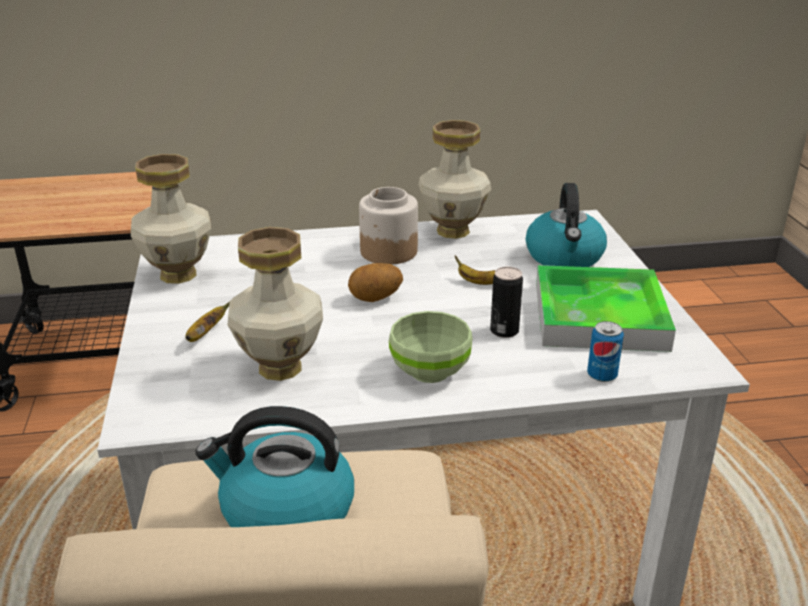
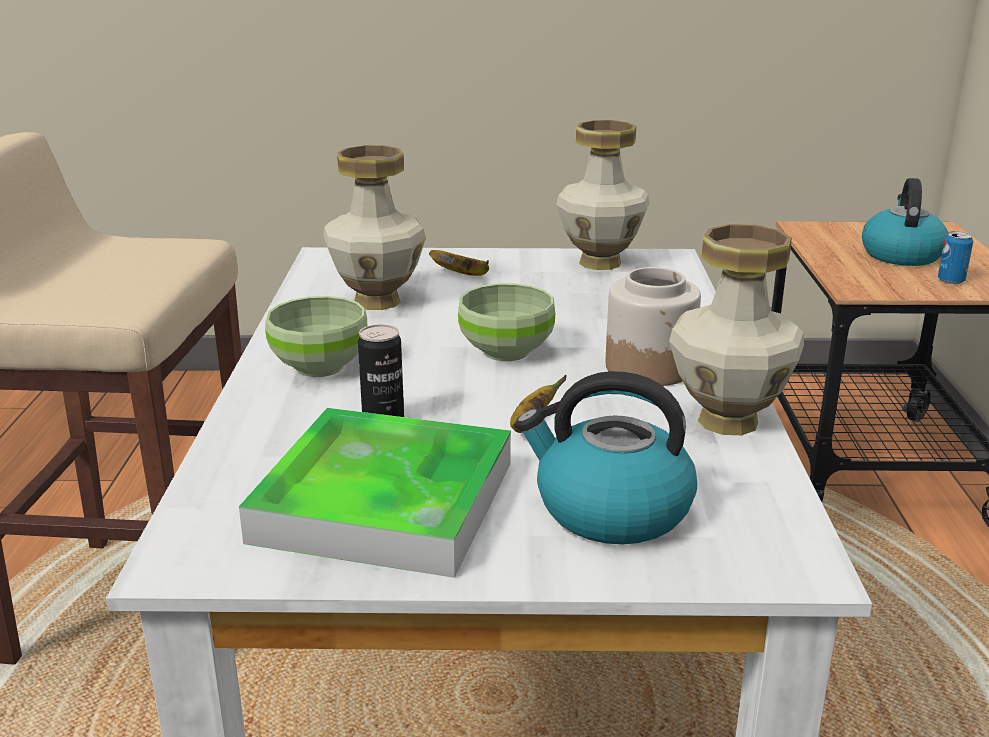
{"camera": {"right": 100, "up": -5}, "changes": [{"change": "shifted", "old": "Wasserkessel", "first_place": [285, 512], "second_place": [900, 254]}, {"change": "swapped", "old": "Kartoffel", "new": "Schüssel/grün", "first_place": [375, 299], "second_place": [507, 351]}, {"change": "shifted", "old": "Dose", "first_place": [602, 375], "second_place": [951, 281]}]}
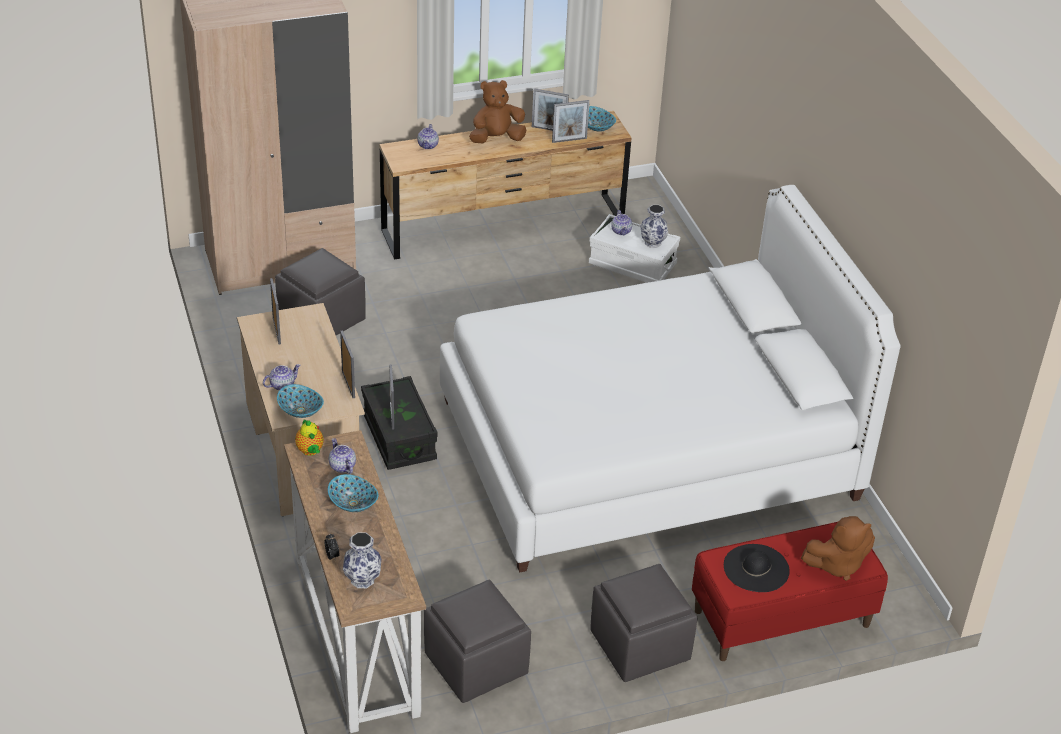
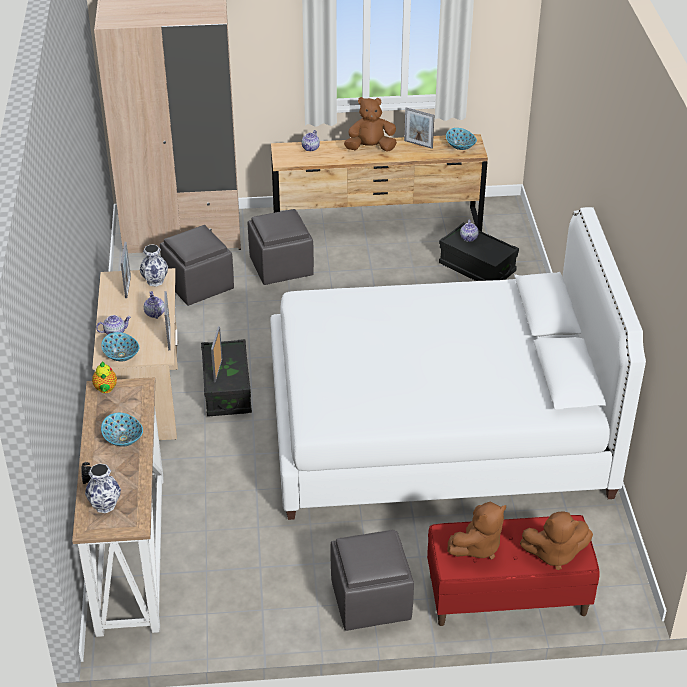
{"camera": {"right": 15, "up": 0}, "changes": [{"change": "shifted", "old": "Teekanne", "first_place": [342, 466], "second_place": [154, 313]}, {"change": "shifted", "old": "Polsterhocker/grau", "first_place": [476, 665], "second_place": [281, 267]}, {"change": "gone", "old": "Bilderrahmen", "first_place": [569, 140]}, {"change": "repainted", "old": "Aufbewahrungsbox/weiß", "new": "Aufbewahrungsbox/schwarz", "first_place": [632, 264], "second_place": [477, 268]}, {"change": "shifted", "old": "Vase", "first_place": [652, 243], "second_place": [154, 281]}, {"change": "swapped", "old": "Hut/schwarz", "new": "Plüschtier/braun", "first_place": [756, 568], "second_place": [478, 546]}]}
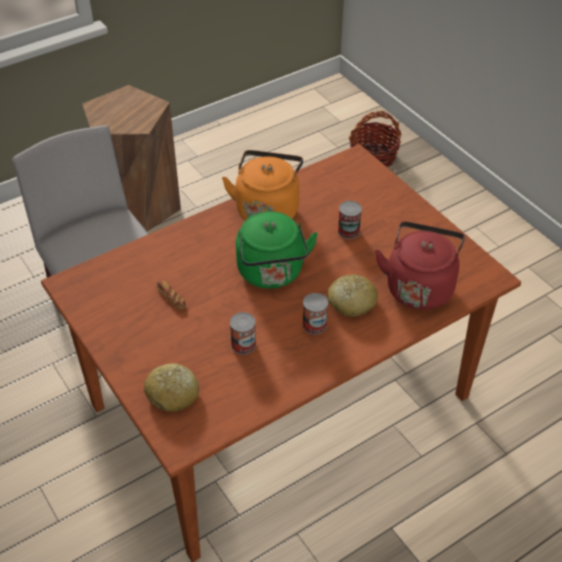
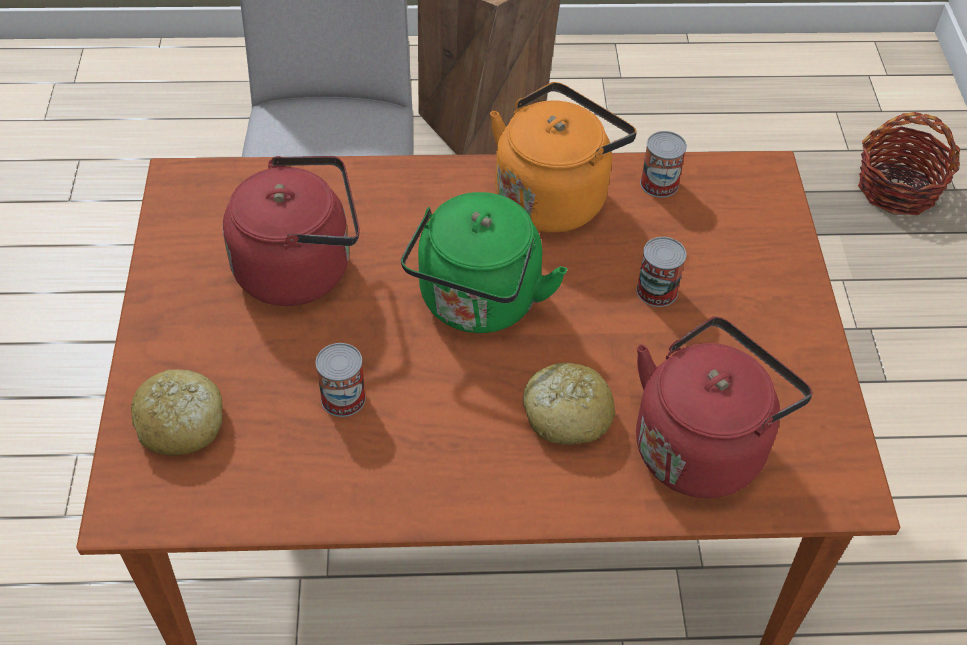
{"camera": {"right": 30, "up": 5}, "changes": [{"change": "swapped", "old": "Brot", "new": "Wasserkessel/rot", "first_place": [171, 296], "second_place": [301, 268]}, {"change": "shifted", "old": "Dose", "first_place": [314, 325], "second_place": [659, 184]}]}
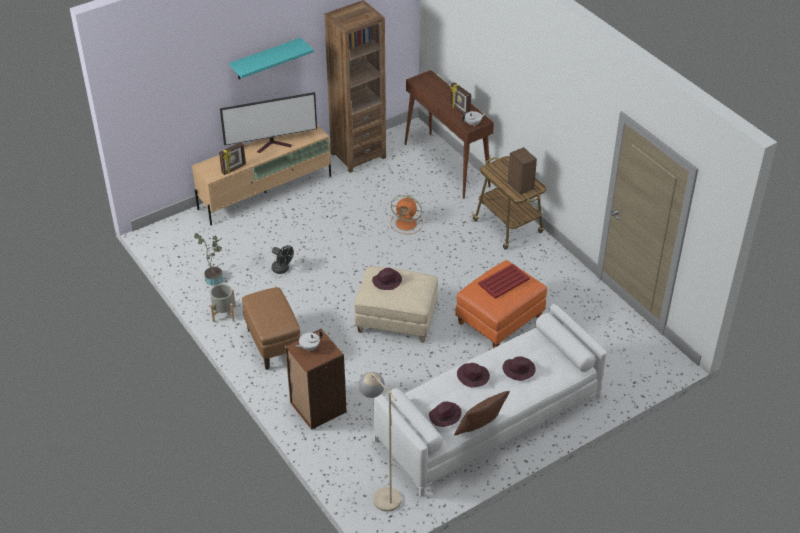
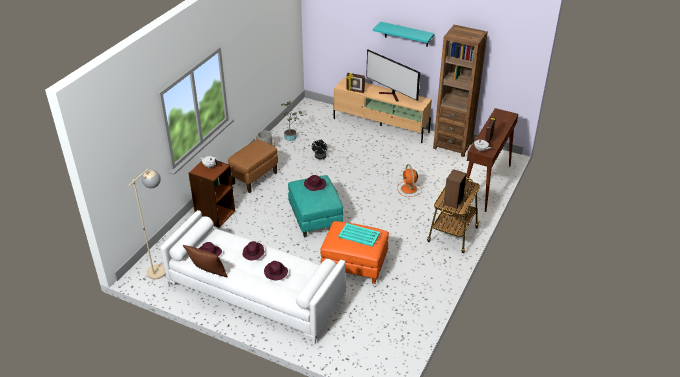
{"camera": {"right": 60, "up": -5}, "changes": [{"change": "repainted", "old": "Polsterhocker/beige", "new": "Polsterhocker/türkis", "first_place": [395, 320], "second_place": [315, 217]}, {"change": "repainted", "old": "Tablett/rot", "new": "Tablett/türkis", "first_place": [503, 282], "second_place": [359, 235]}]}
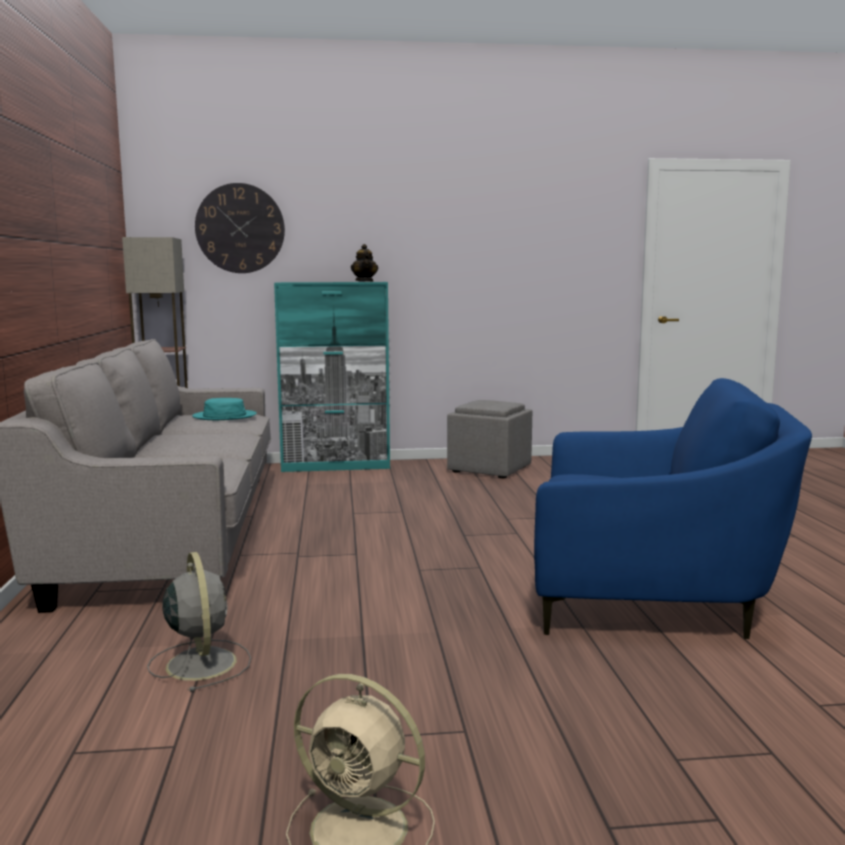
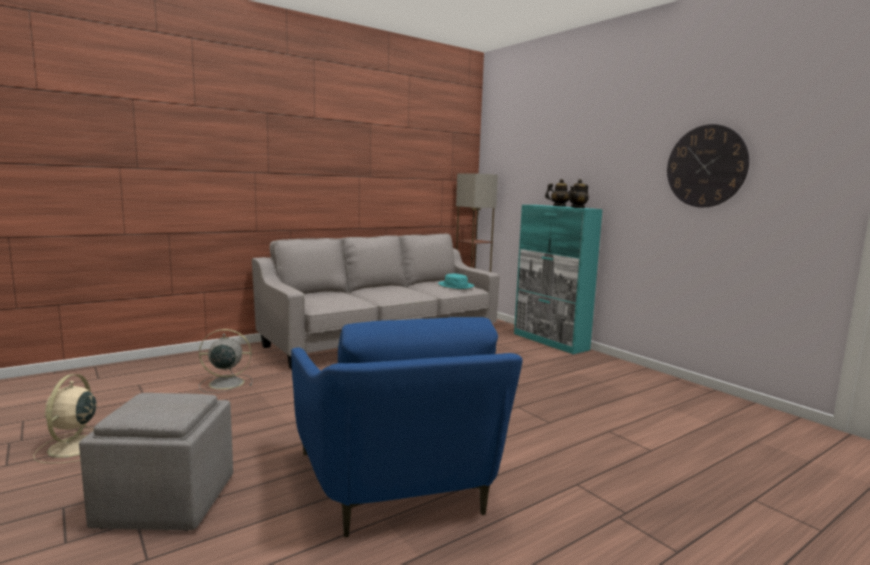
{"camera": {"right": 60, "up": 0}, "changes": [{"change": "rotated", "old": "Ventilator/grau", "first_place": [200, 662], "second_place": [224, 383], "degrees": -135}, {"change": "shifted", "old": "Wanduhr", "first_place": [240, 228], "second_place": [706, 166]}, {"change": "shifted", "old": "Polsterhocker/grau", "first_place": [488, 469], "second_place": [166, 501]}, {"change": "new", "new": "Teekanne", "second_place": [559, 206]}]}
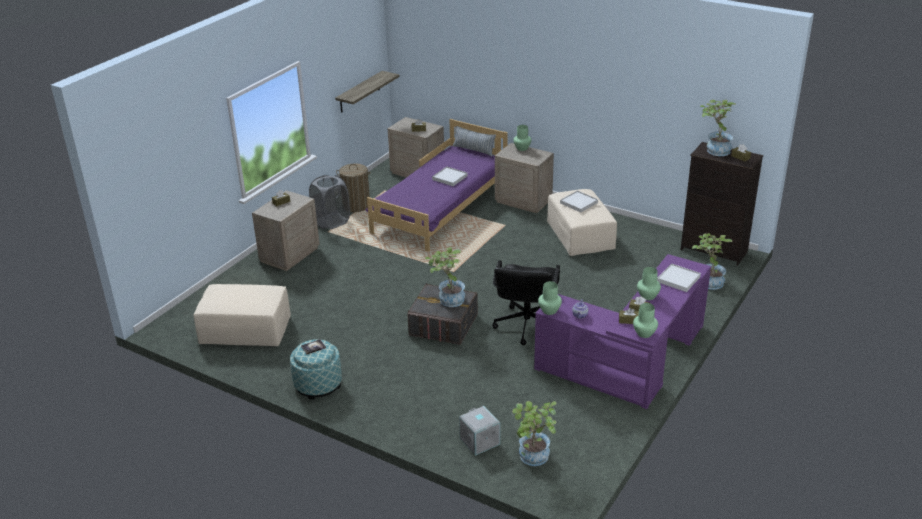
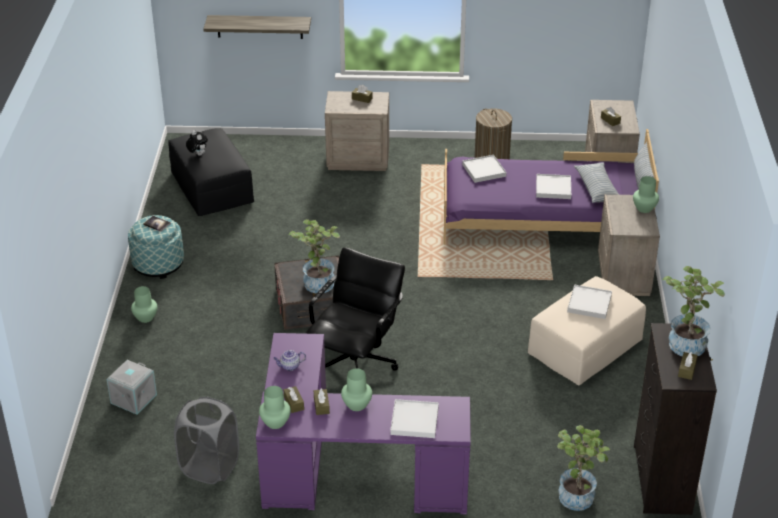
{"camera": {"right": 60, "up": 5}, "changes": [{"change": "repainted", "old": "Polsterhocker/beige", "new": "Polsterhocker/schwarz", "first_place": [245, 330], "second_place": [212, 188]}, {"change": "shifted", "old": "Wäschekorb/grau", "first_place": [331, 222], "second_place": [209, 467]}, {"change": "shifted", "old": "Wandregal", "first_place": [359, 92], "second_place": [259, 26]}, {"change": "rotated", "old": "Bürostuhl/schwarz", "first_place": [526, 325], "second_place": [355, 365], "degrees": 135}, {"change": "gone", "old": "Topfpflanze", "first_place": [533, 459]}, {"change": "shifted", "old": "Vase/grün", "first_place": [549, 310], "second_place": [146, 318]}, {"change": "new", "new": "Plüschtier", "second_place": [197, 154]}, {"change": "new", "new": "Tablett/weiß", "second_place": [484, 170]}, {"change": "new", "new": "Kissen", "second_place": [597, 189]}]}
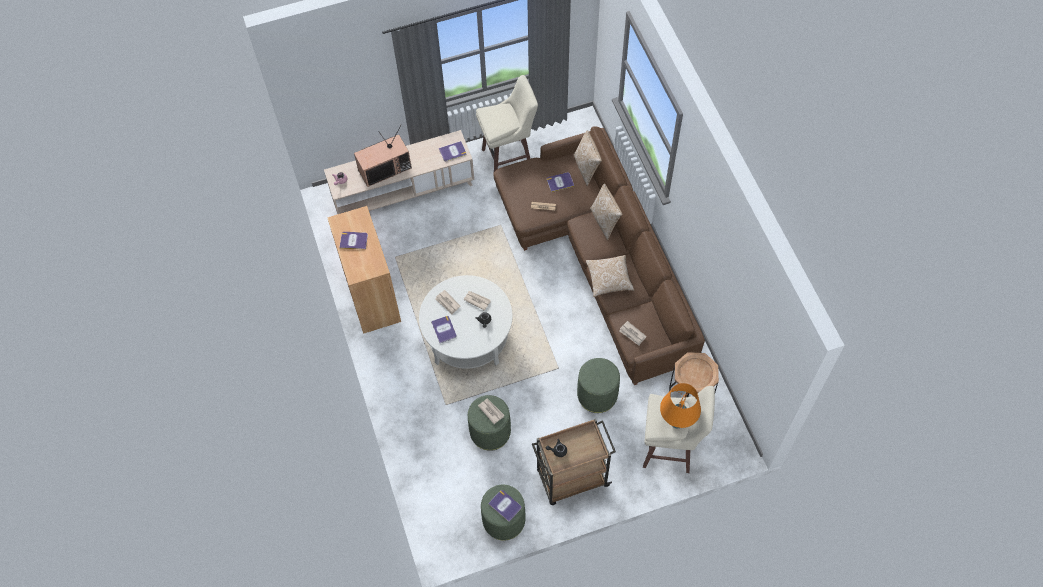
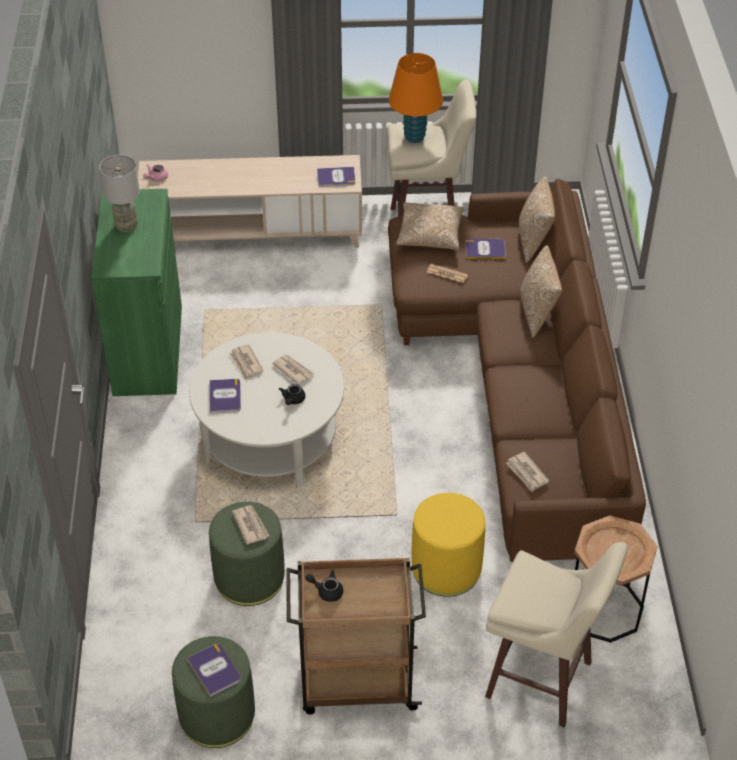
{"camera": {"right": 15, "up": -15}, "changes": [{"change": "repainted", "old": "Schrank/braun", "new": "Schrank/grün", "first_place": [371, 295], "second_place": [148, 350]}, {"change": "swapped", "old": "Buch", "new": "Tischlampe/grau", "first_place": [353, 241], "second_place": [126, 225]}, {"change": "gone", "old": "Fernseher", "first_place": [385, 168]}, {"change": "repainted", "old": "Polsterhocker/grün", "new": "Polsterhocker/gelb", "first_place": [597, 395], "second_place": [446, 569]}, {"change": "shifted", "old": "Kissen", "first_place": [609, 279], "second_place": [430, 235]}, {"change": "shifted", "old": "Tischlampe/orange", "first_place": [677, 422], "second_place": [414, 137]}]}
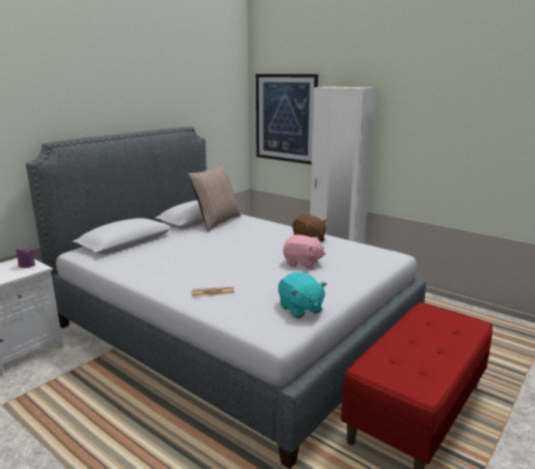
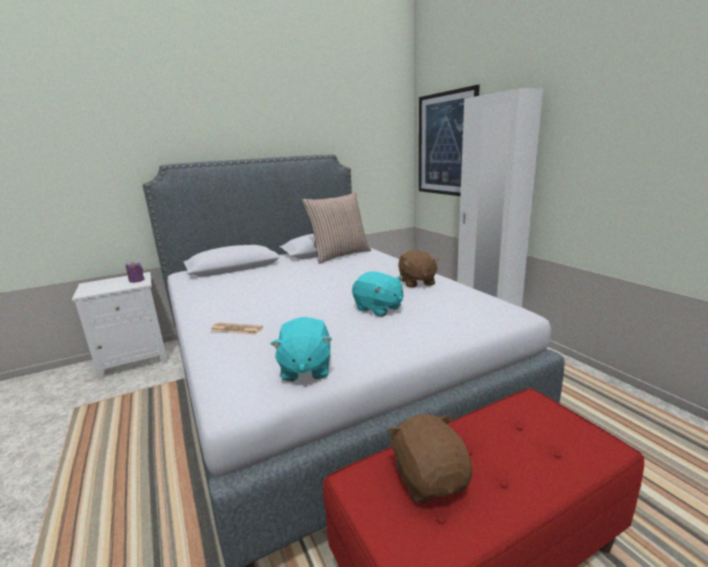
{"camera": {"right": 25, "up": 0}, "changes": [{"change": "repainted", "old": "Plüschtier/rosa", "new": "Plüschtier/türkis", "first_place": [302, 263], "second_place": [378, 308]}, {"change": "new", "new": "Plüschtier/braun", "second_place": [429, 478]}]}
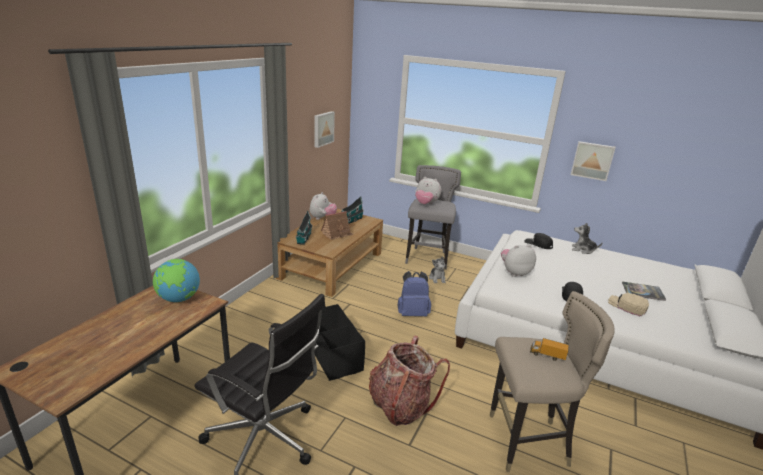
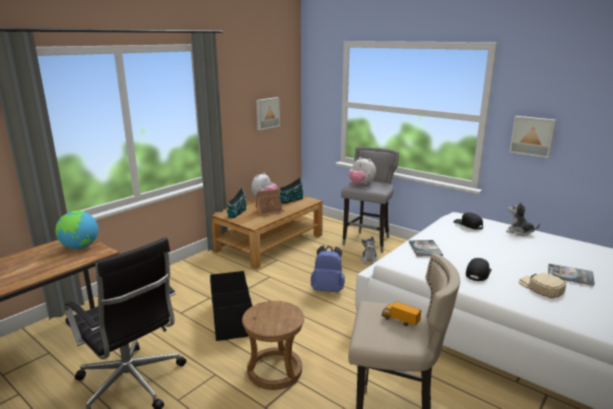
{"camera": {"right": 15, "up": -5}, "changes": [{"change": "swapped", "old": "Rucksack", "new": "Hocker/braun", "first_place": [401, 405], "second_place": [275, 370]}, {"change": "swapped", "old": "Plüschtier", "new": "Buch", "first_place": [514, 272], "second_place": [425, 248]}]}
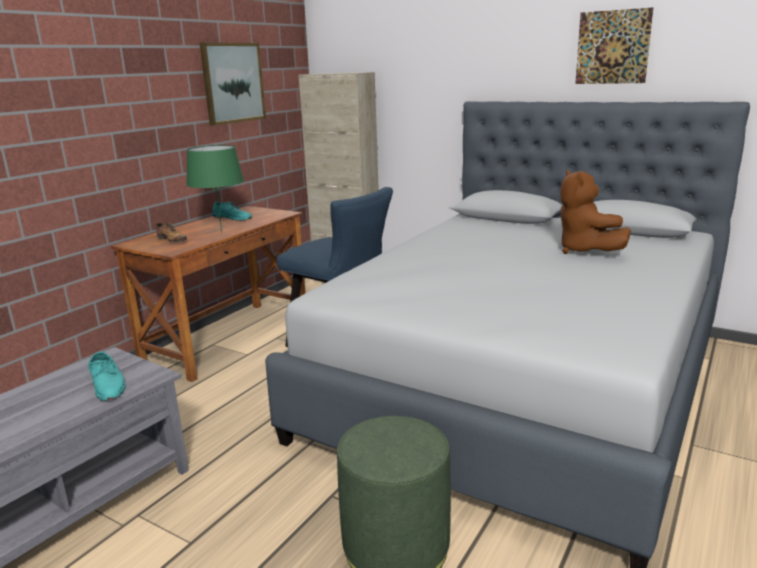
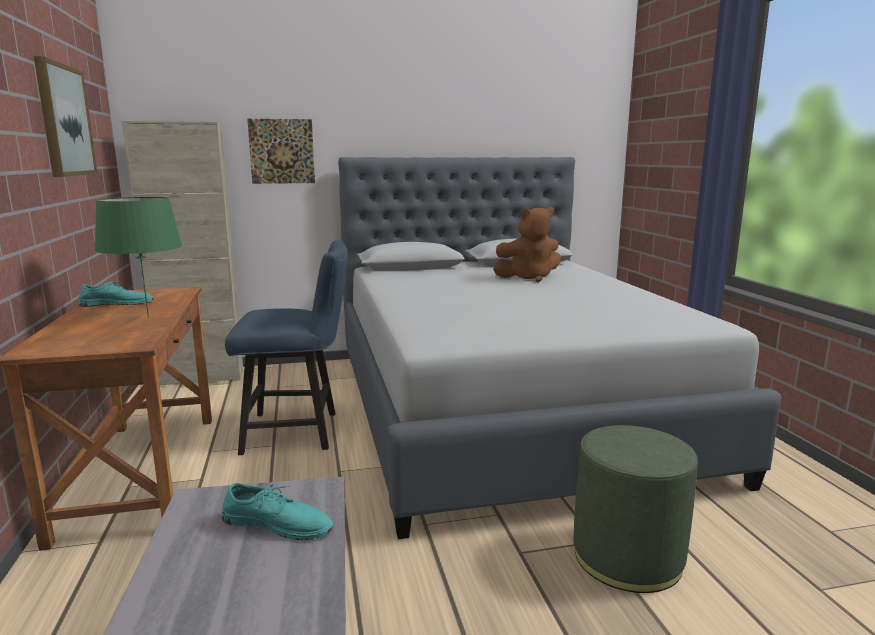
{"camera": {"right": -45, "up": -5}, "changes": [{"change": "gone", "old": "Schuh", "first_place": [172, 240]}, {"change": "rotated", "old": "Plüschtier/braun", "first_place": [585, 250], "second_place": [528, 278], "degrees": -45}, {"change": "shifted", "old": "Bild", "first_place": [612, 47], "second_place": [282, 151]}]}
